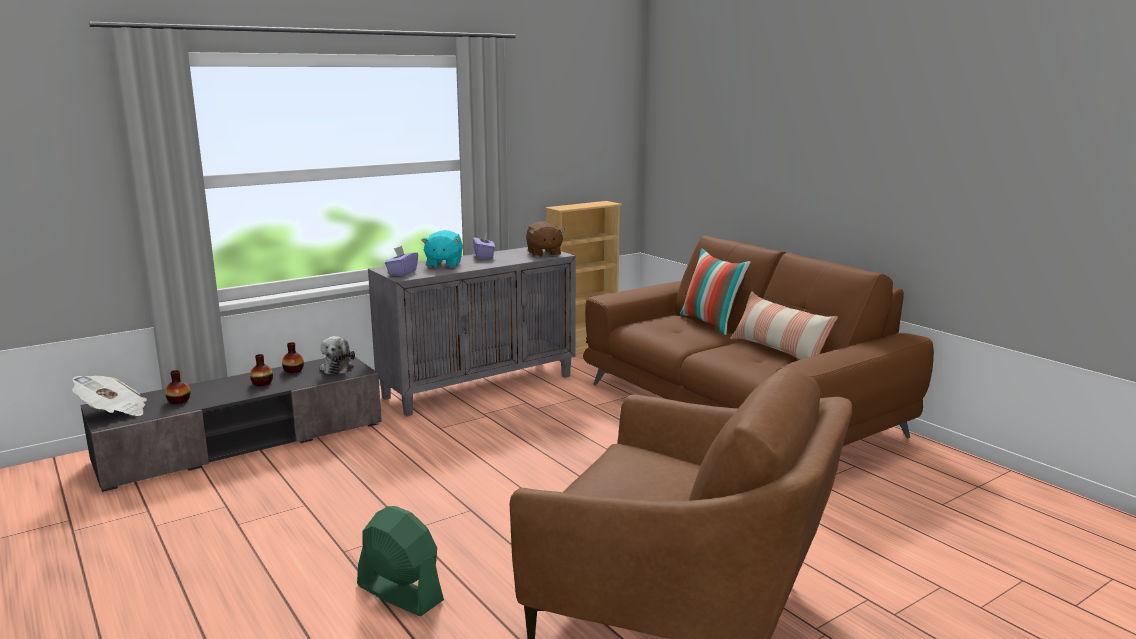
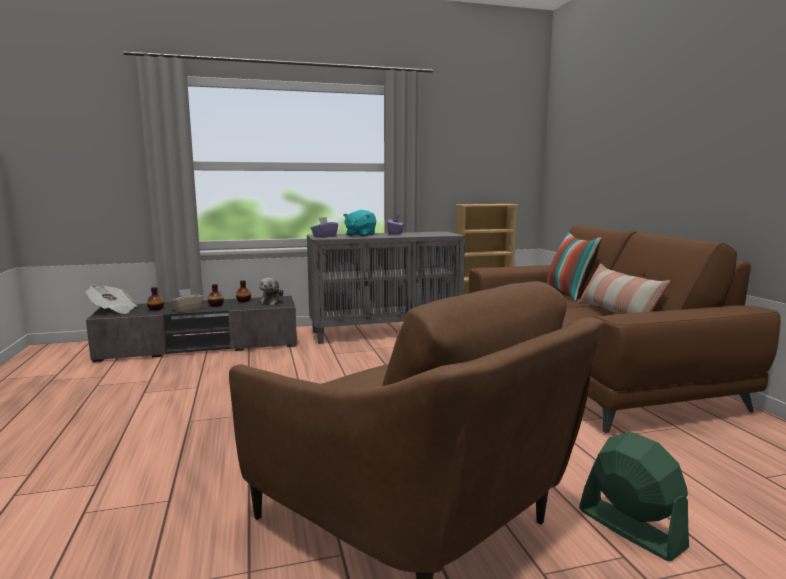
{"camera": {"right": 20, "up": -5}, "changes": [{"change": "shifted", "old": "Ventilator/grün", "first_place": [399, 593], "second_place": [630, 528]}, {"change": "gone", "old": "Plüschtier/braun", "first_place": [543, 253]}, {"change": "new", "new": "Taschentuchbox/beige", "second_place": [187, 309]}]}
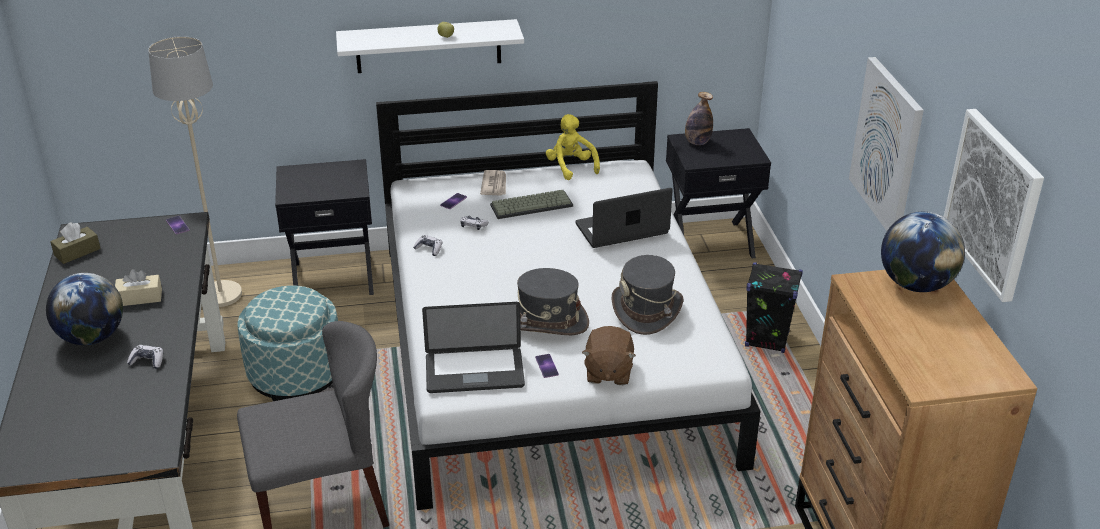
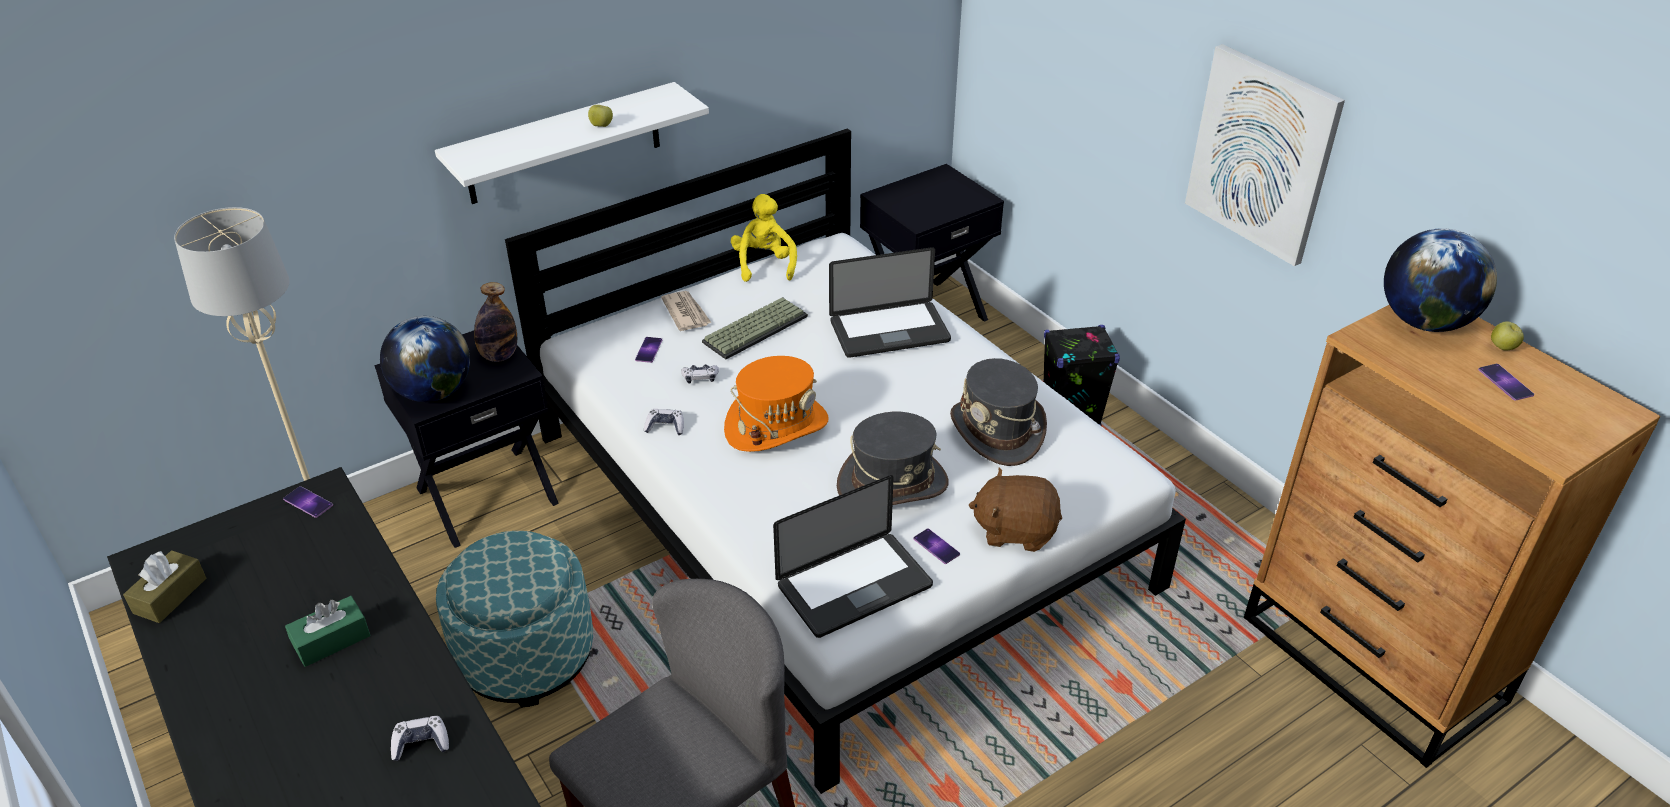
{"camera": {"right": -25, "up": 5}, "changes": [{"change": "shifted", "old": "Globus", "first_place": [92, 337], "second_place": [433, 392]}, {"change": "repainted", "old": "Taschentuchbox/beige", "new": "Taschentuchbox/grün", "first_place": [140, 298], "second_place": [331, 640]}, {"change": "rotated", "old": "Plüschtier/gelb", "first_place": [571, 167], "second_place": [764, 264], "degrees": 45}, {"change": "rotated", "old": "Laptop", "first_place": [622, 229], "second_place": [889, 331], "degrees": -150}, {"change": "rotated", "old": "Plüschtier/braun", "first_place": [608, 372], "second_place": [1015, 530], "degrees": 120}, {"change": "shifted", "old": "Flasche", "first_place": [697, 142], "second_place": [499, 356]}, {"change": "gone", "old": "Bild", "first_place": [993, 203]}, {"change": "new", "new": "Hut/orange", "second_place": [776, 426]}, {"change": "new", "new": "Handy", "second_place": [1505, 382]}, {"change": "new", "new": "Apfel", "second_place": [1502, 347]}]}
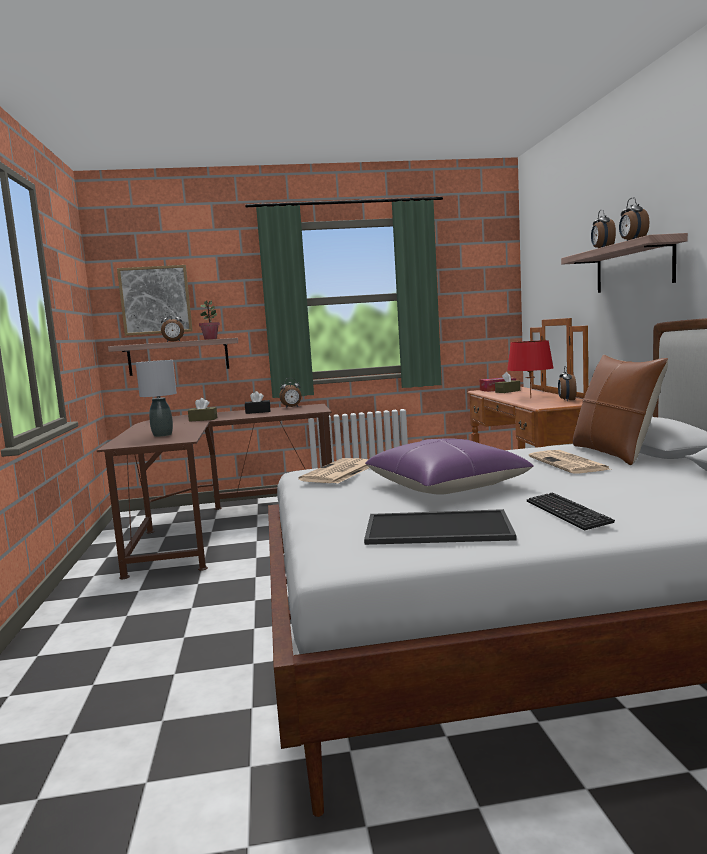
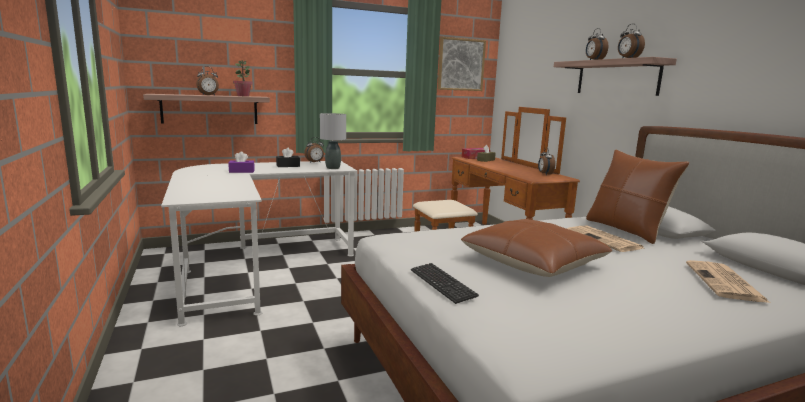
{"camera": {"right": -15, "up": 5}, "changes": [{"change": "repainted", "old": "Schreibtisch/braun", "new": "Schreibtisch/weiß", "first_place": [221, 527], "second_place": [255, 267]}, {"change": "shifted", "old": "Bild", "first_place": [155, 300], "second_place": [461, 64]}, {"change": "shifted", "old": "Tischlampe/grau", "first_place": [162, 435], "second_place": [333, 168]}, {"change": "repainted", "old": "Taschentuchbox/braun", "new": "Taschentuchbox/lila", "first_place": [203, 419], "second_place": [241, 171]}, {"change": "shifted", "old": "Zeitung", "first_place": [338, 473], "second_place": [725, 282]}, {"change": "gone", "old": "Tablett", "first_place": [436, 529]}, {"change": "repainted", "old": "Kissen/lila", "new": "Kissen/braun", "first_place": [445, 486], "second_place": [533, 262]}, {"change": "gone", "old": "Tischlampe/rot", "first_place": [530, 398]}, {"change": "shifted", "old": "Tastatur", "first_place": [567, 513], "second_place": [442, 284]}]}
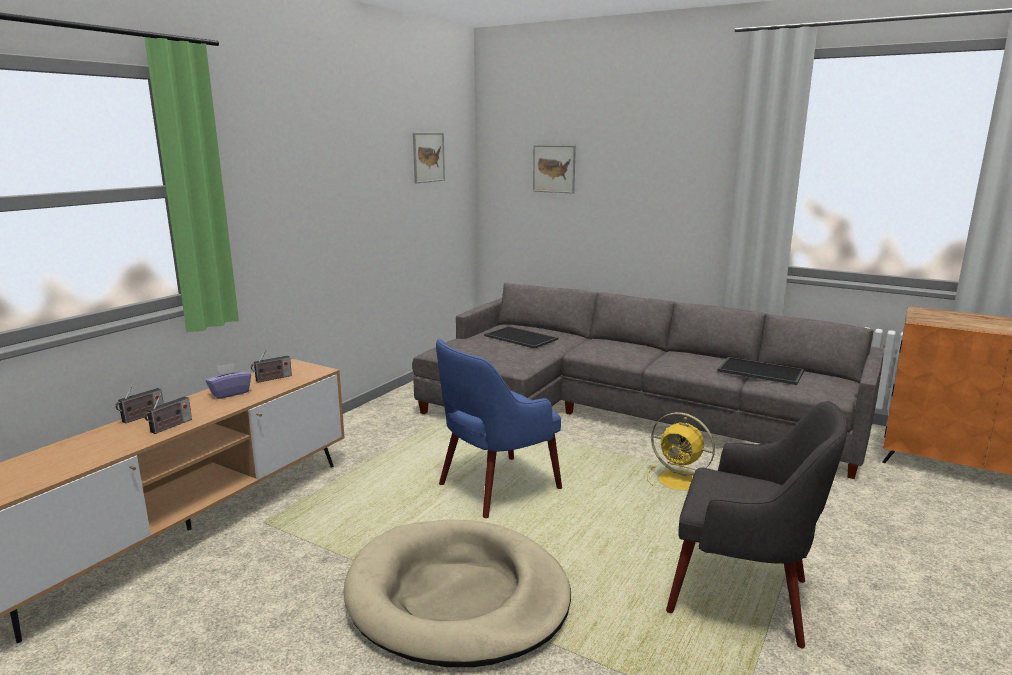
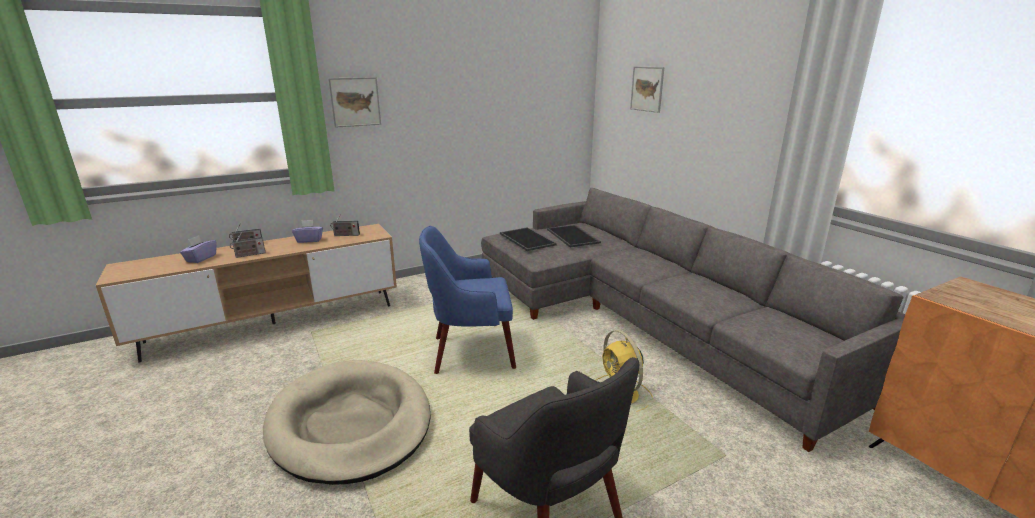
{"camera": {"right": 30, "up": 5}, "changes": [{"change": "shifted", "old": "Bild", "first_place": [428, 157], "second_place": [355, 102]}, {"change": "shifted", "old": "Tablett", "first_place": [759, 371], "second_place": [526, 239]}, {"change": "new", "new": "Taschentuchbox/lila", "second_place": [201, 258]}]}
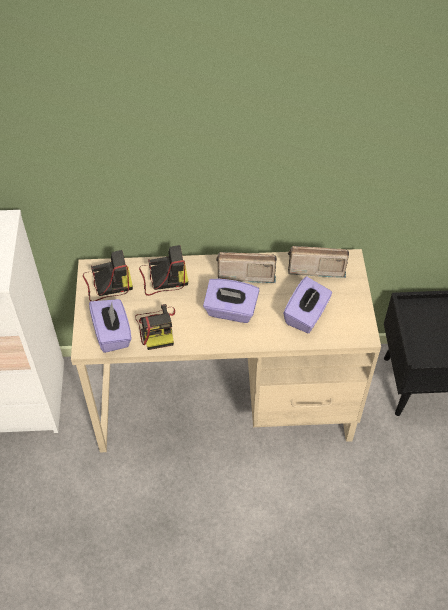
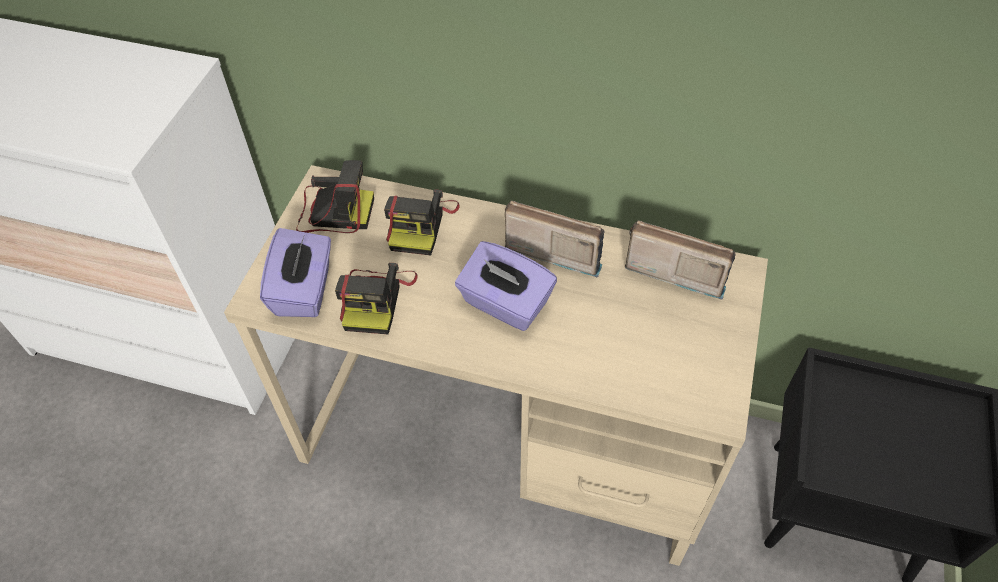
{"camera": {"right": 20, "up": 0}, "changes": [{"change": "rotated", "old": "Kamera", "first_place": [162, 278], "second_place": [420, 224], "degrees": 90}, {"change": "gone", "old": "Taschentuchbox/lila", "first_place": [306, 315]}]}
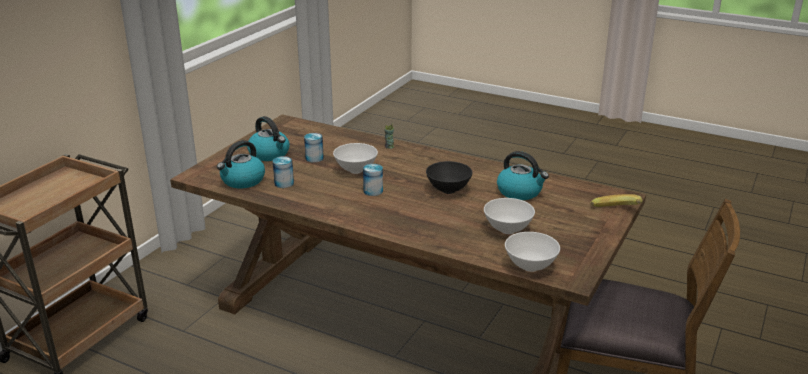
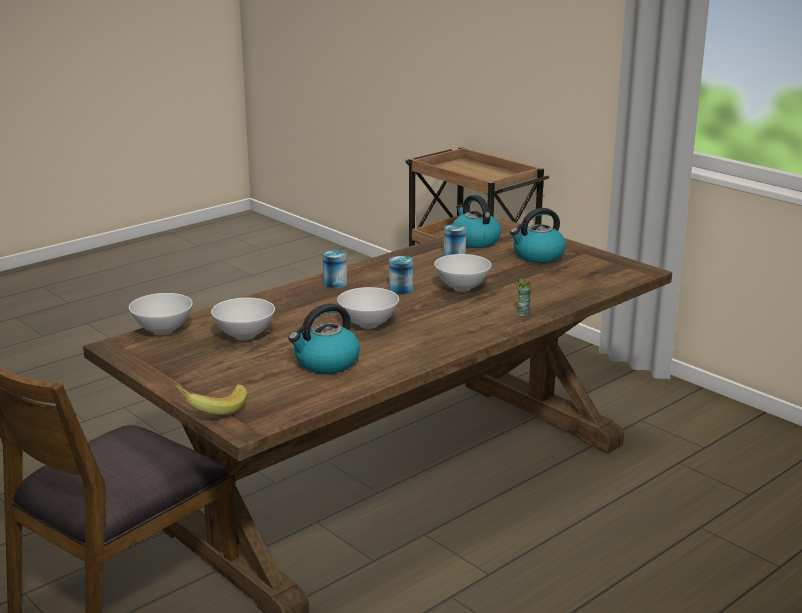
{"camera": {"right": 110, "up": -5}, "changes": [{"change": "shifted", "old": "Dose", "first_place": [314, 158], "second_place": [335, 283]}, {"change": "repainted", "old": "Schüssel/schwarz", "new": "Schüssel/weiß", "first_place": [448, 190], "second_place": [369, 325]}]}
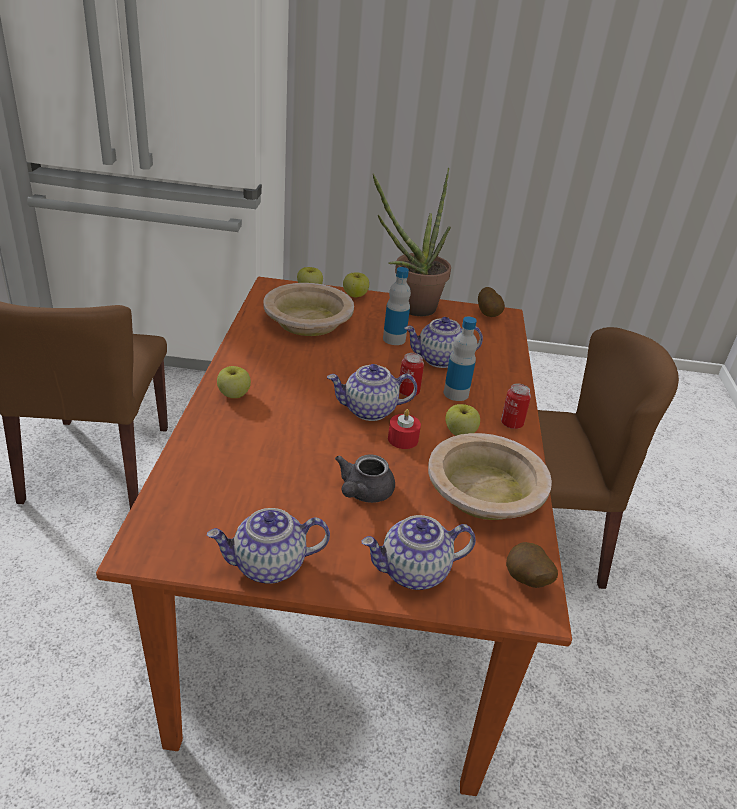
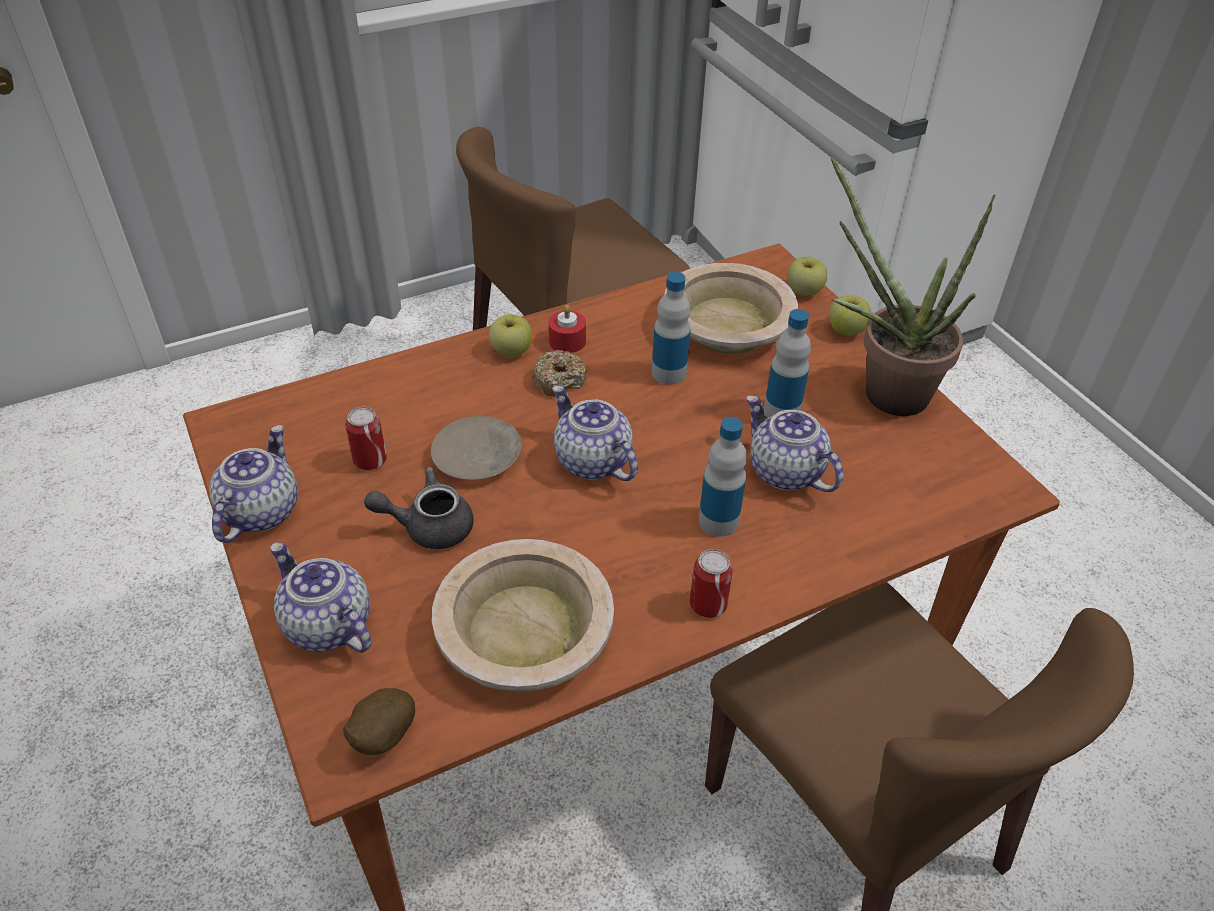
{"camera": {"right": 60, "up": 10}, "changes": [{"change": "rotated", "old": "Teekanne", "first_place": [268, 566], "second_place": [260, 511], "degrees": 60}, {"change": "shifted", "old": "Kerze/rot", "first_place": [403, 439], "second_place": [567, 341]}, {"change": "shifted", "old": "Dose", "first_place": [408, 392], "second_place": [370, 460]}, {"change": "gone", "old": "Apfel", "first_place": [460, 433]}, {"change": "gone", "old": "Kartoffel", "first_place": [489, 314]}, {"change": "new", "new": "Teller/beige", "second_place": [478, 457]}, {"change": "new", "new": "Donut", "second_place": [559, 380]}, {"change": "new", "new": "Flasche", "second_place": [669, 373]}]}
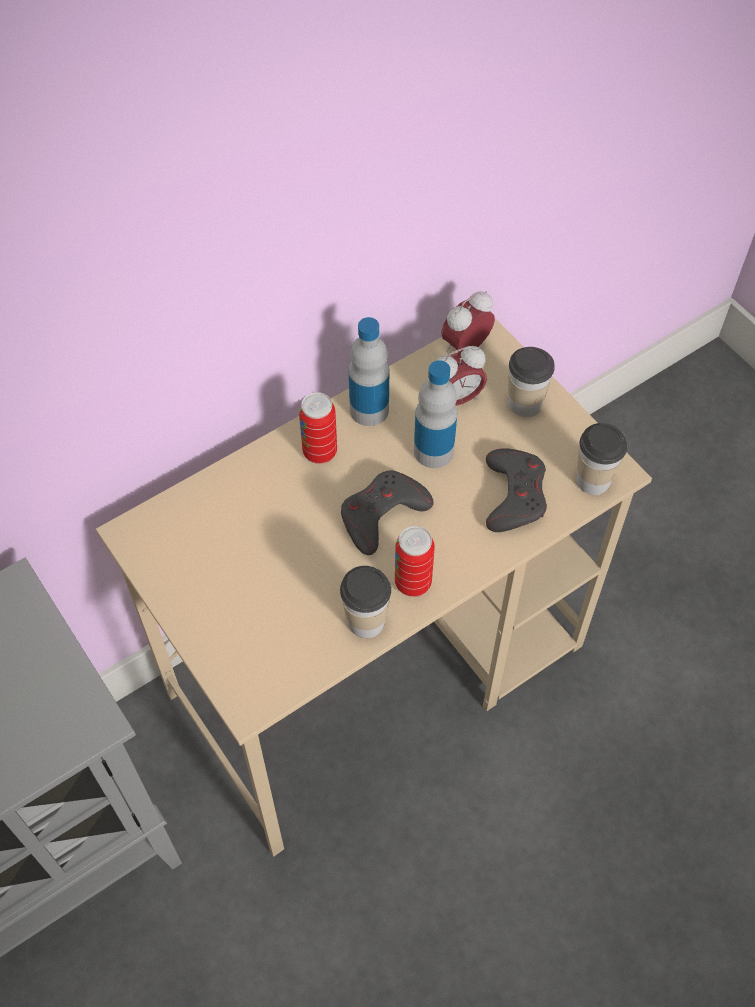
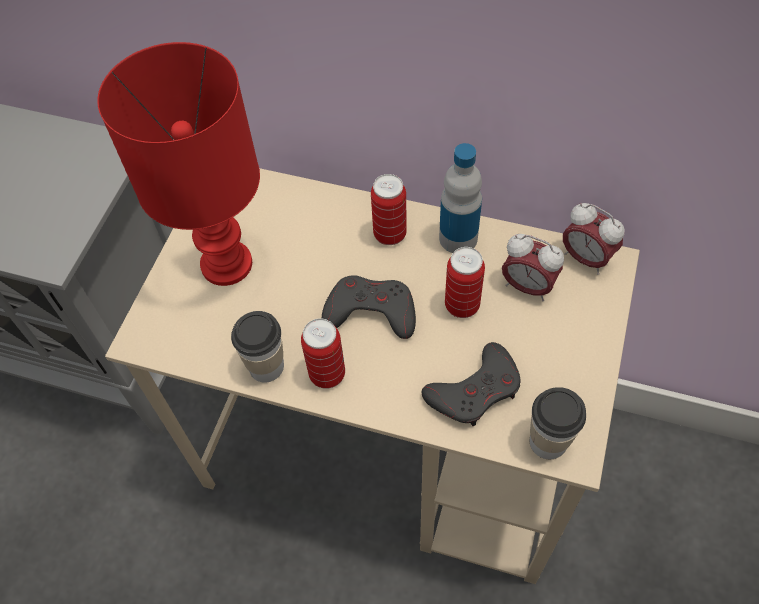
{"camera": {"right": 55, "up": 0}, "changes": [{"change": "swapped", "old": "Flasche", "new": "Dose", "first_place": [433, 451], "second_place": [462, 305]}, {"change": "rotated", "old": "Wecker", "first_place": [466, 346], "second_place": [586, 258], "degrees": -150}, {"change": "gone", "old": "Tasse", "first_place": [525, 403]}, {"change": "new", "new": "Tischlampe/rot", "second_place": [225, 263]}]}
